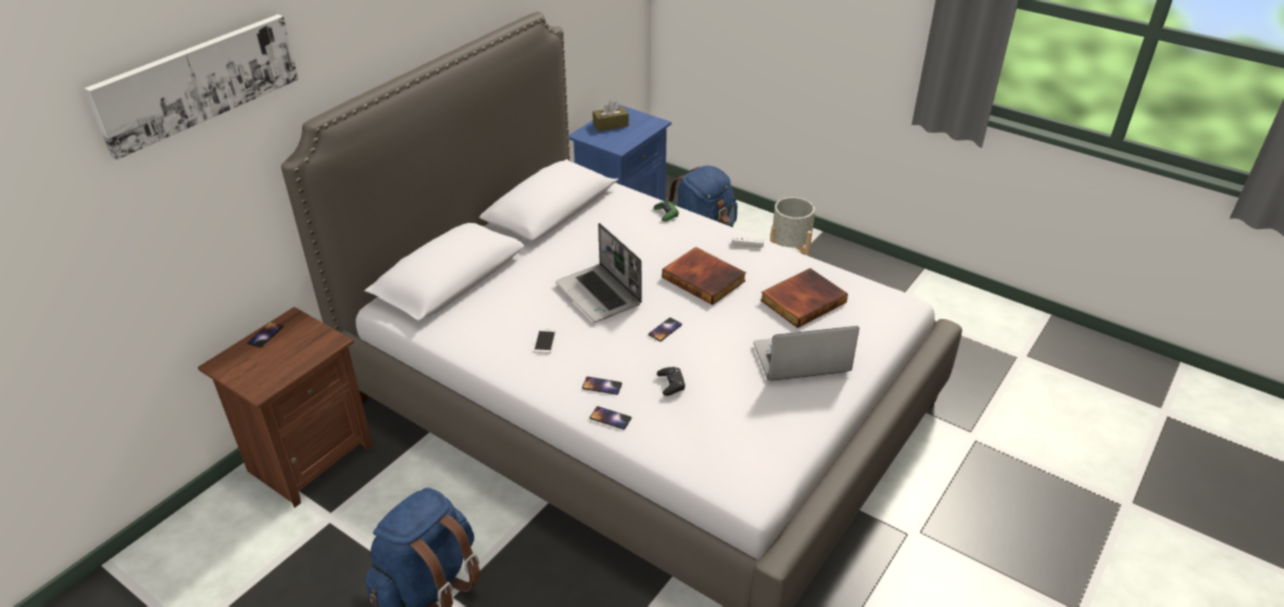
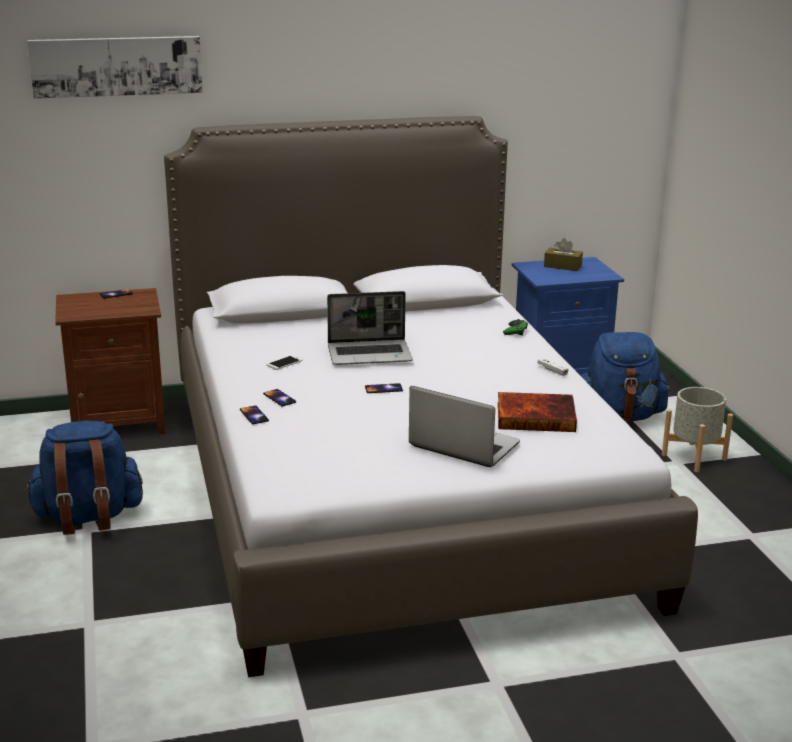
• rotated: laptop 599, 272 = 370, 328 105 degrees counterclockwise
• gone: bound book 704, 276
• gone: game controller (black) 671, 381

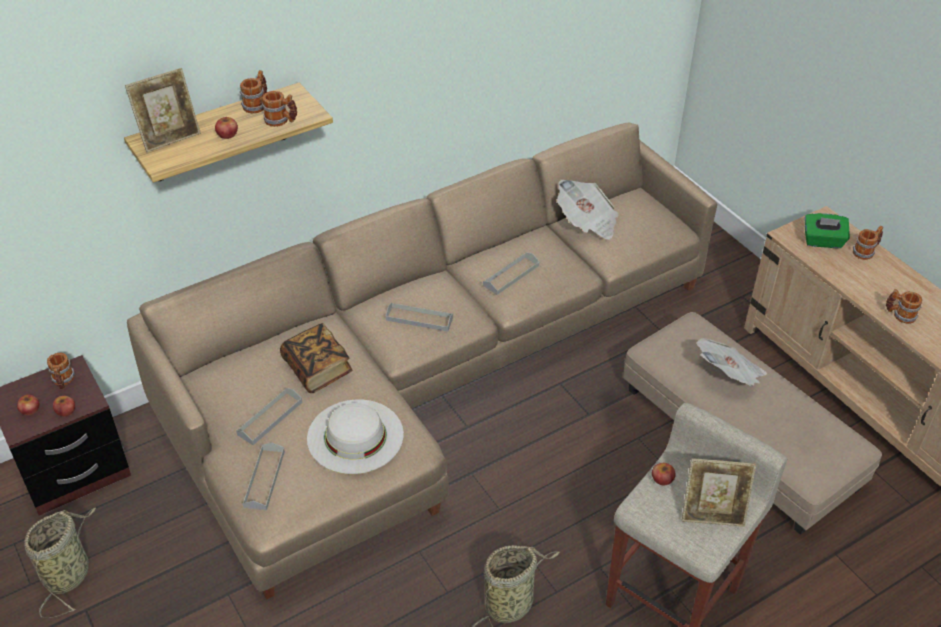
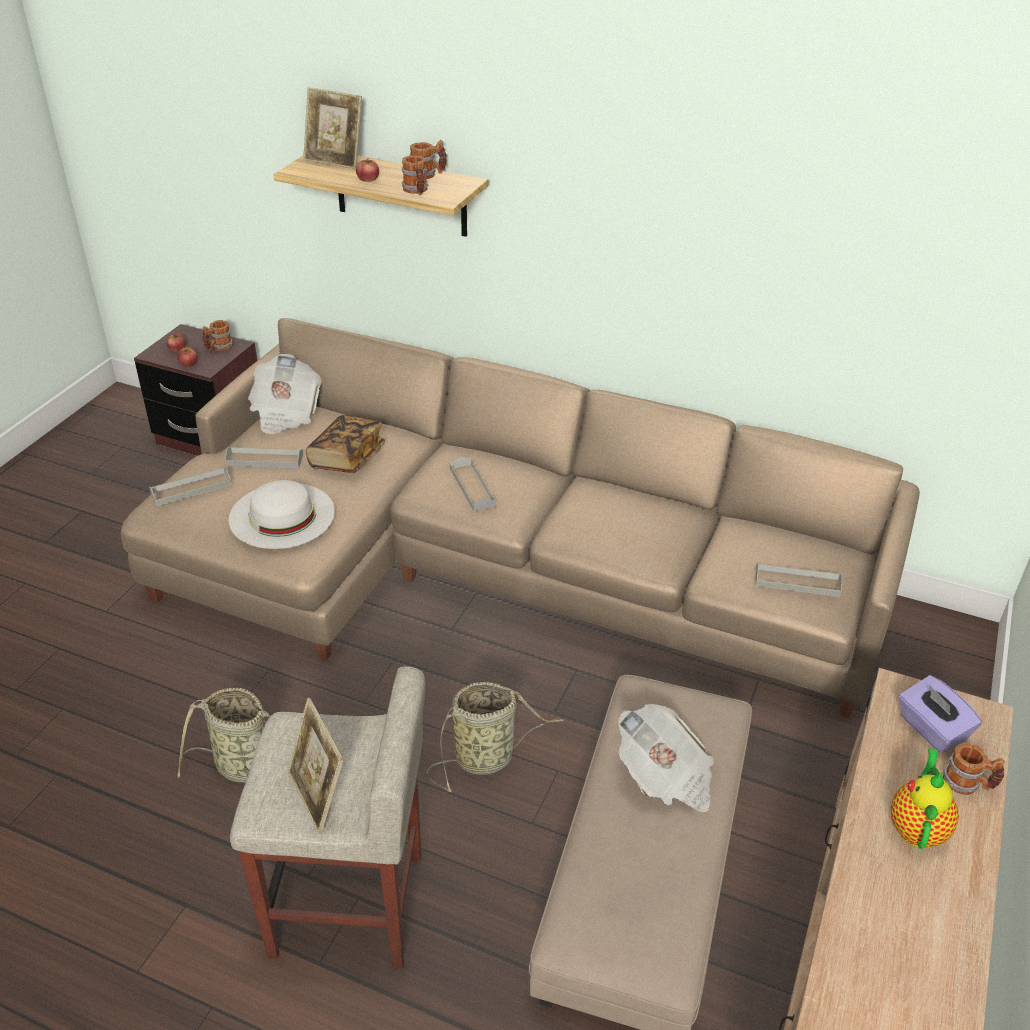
• shifted: newspaper 588, 210 to 285, 394
• repainted: tissue holder (green-coloured) 827, 230 to tissue holder (purple) 940, 714
• shifted: carrying tray (gray) 511, 273 to 798, 580
• gone: mug 904, 306
• gone: apple 664, 474
• shifted: household basket 60, 562 to 495, 737
• new: tea pot 925, 799

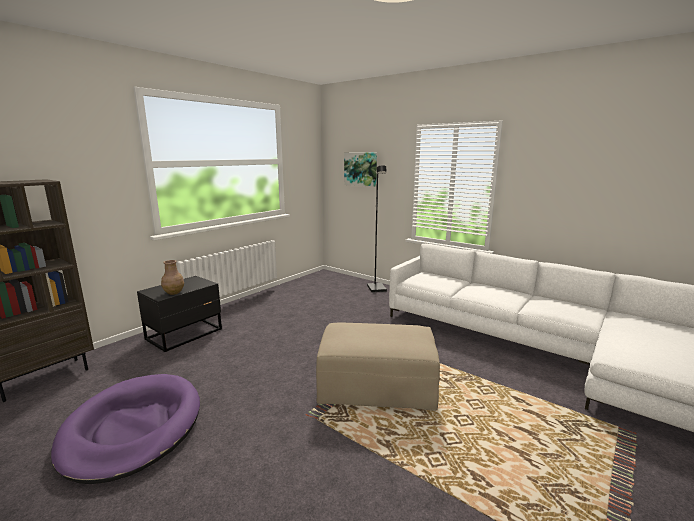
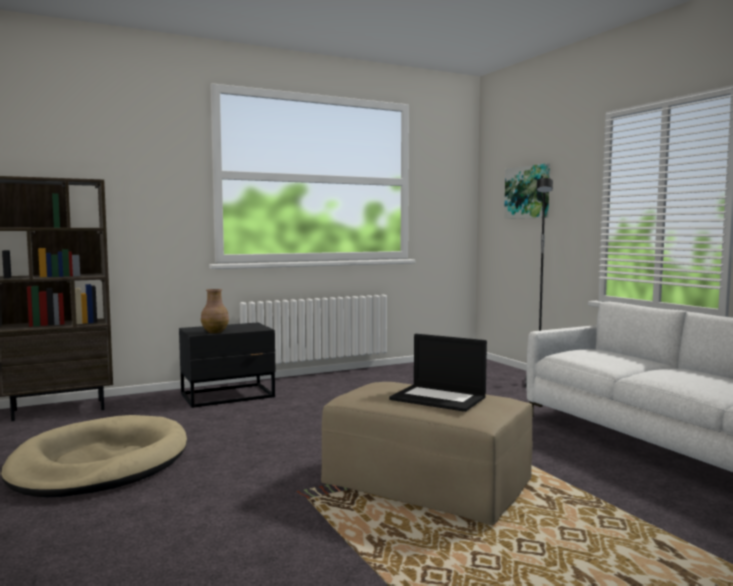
• repainted: dog cushion (purple) 125, 429 to dog cushion (beige-coloured) 94, 456
• new: laptop 438, 373

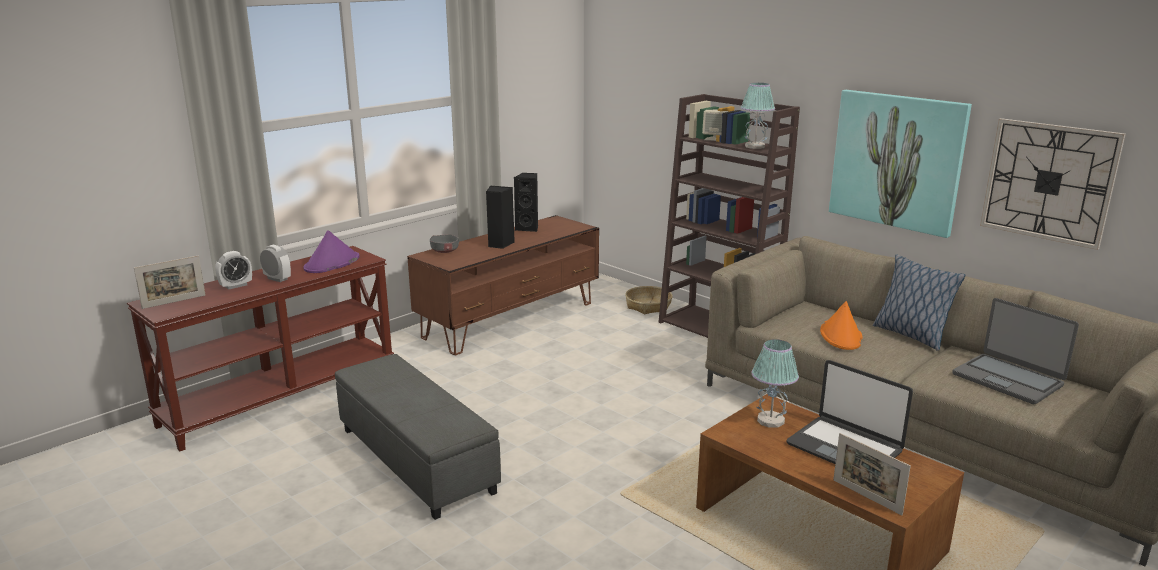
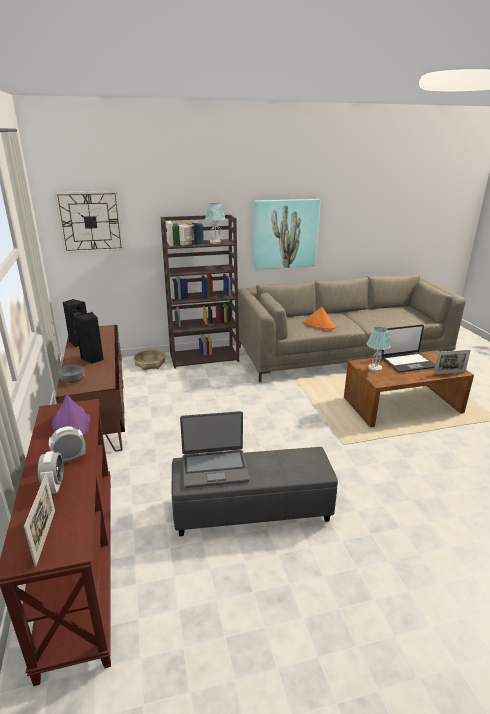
• shifted: clock on the wall 1053, 184 to 89, 222
• gone: cushion 919, 302
• shifted: laptop 1015, 351 to 215, 449

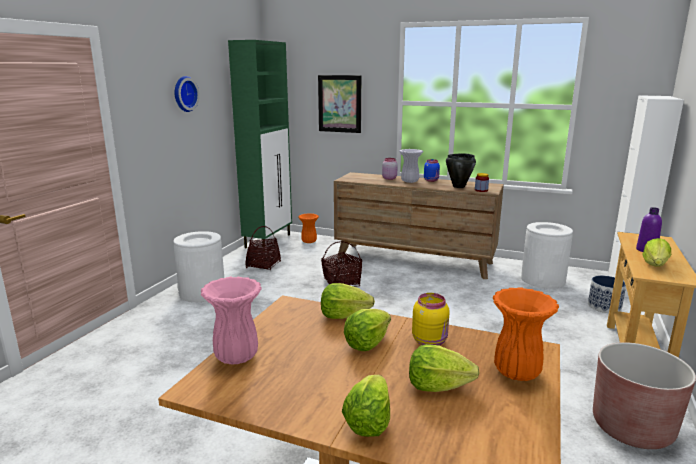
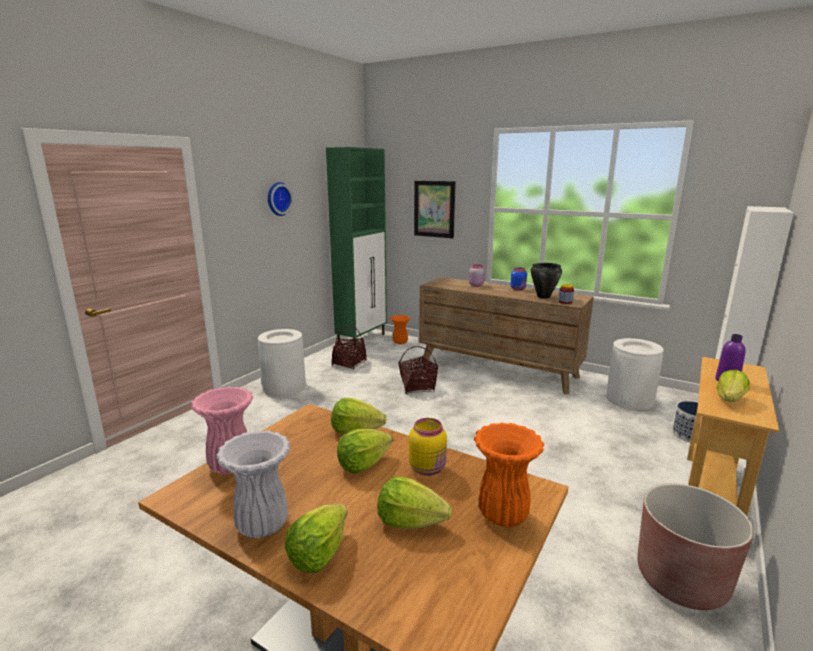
• shifted: flower vase (white) 411, 166 to 253, 484

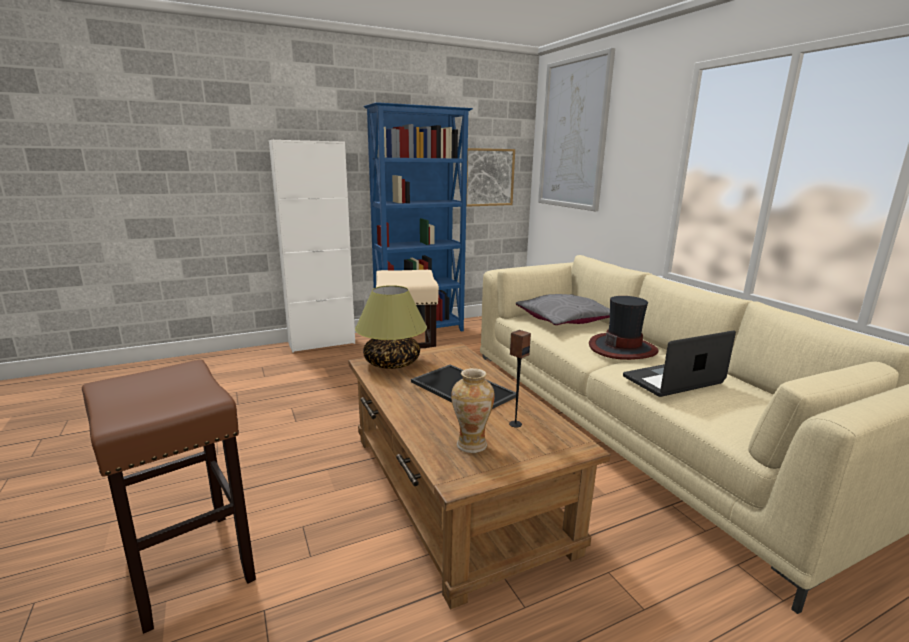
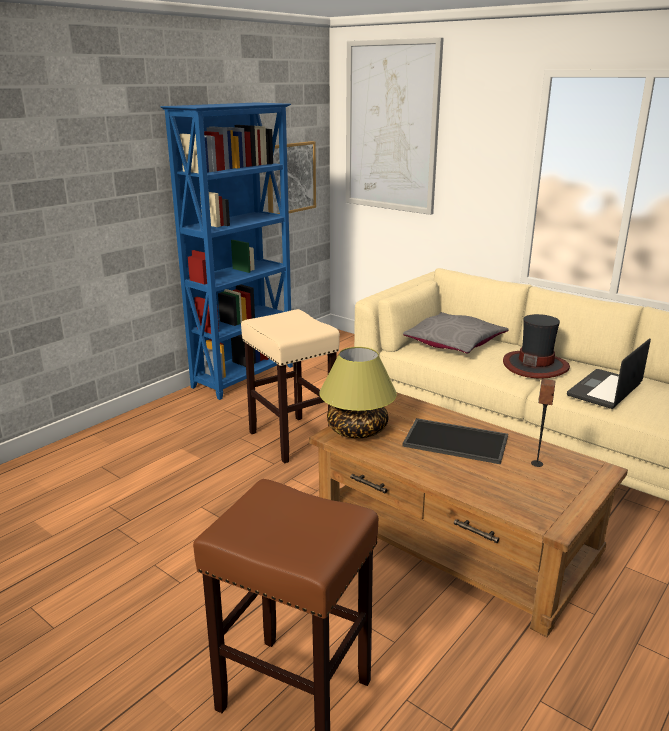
• gone: cabinet (white) 312, 246
• gone: flower vase 473, 410

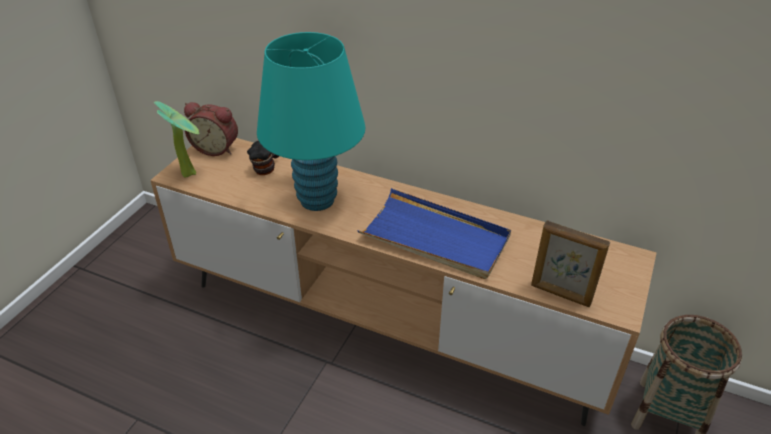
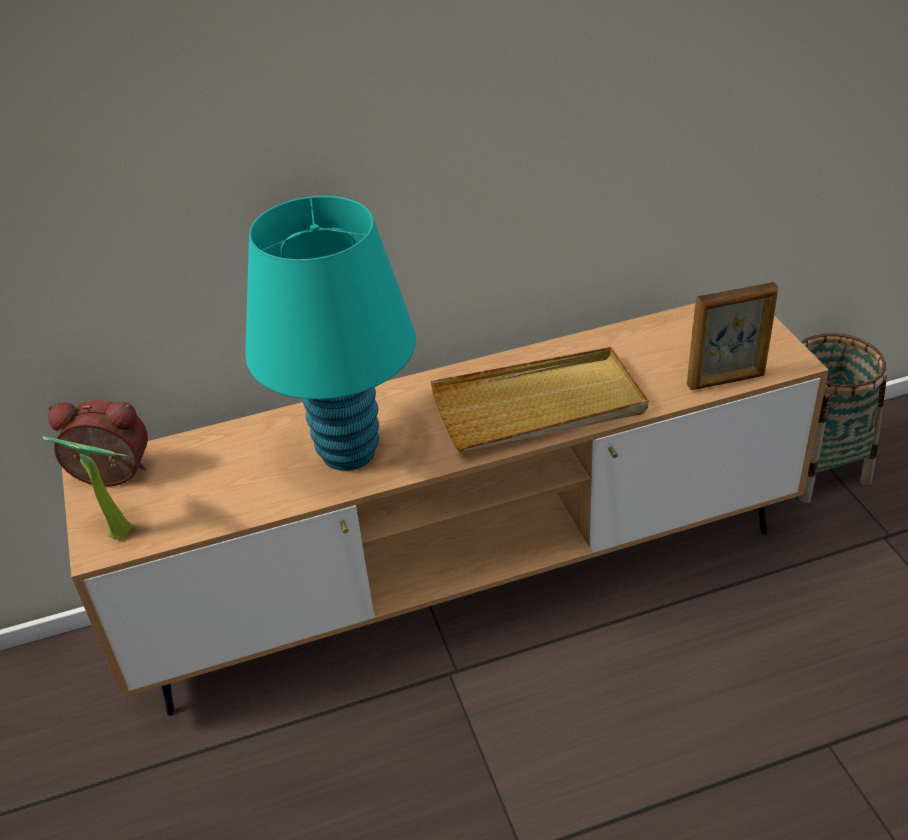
• rotated: alarm clock 211, 129 = 98, 443 150 degrees counterclockwise
• gone: mug 263, 158
• repainted: carrying tray (blue-coloured) 434, 233 to carrying tray (beige-coloured) 539, 399

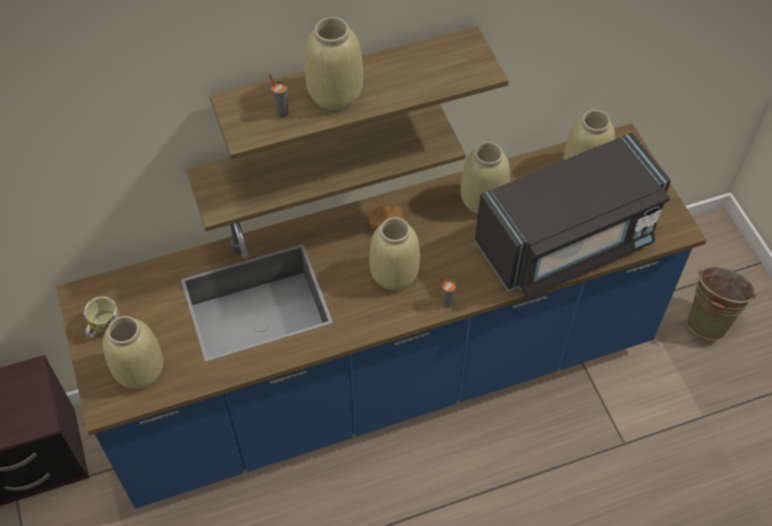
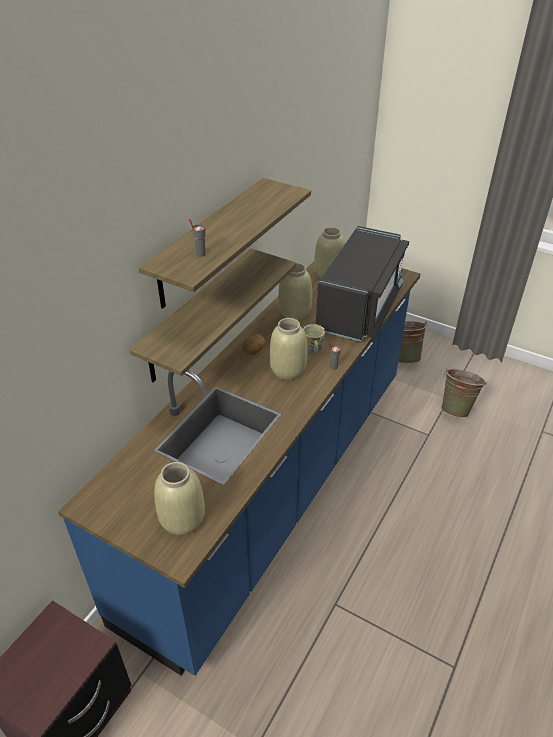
• gone: flower vase (beige-coloured) 334, 63
• shifted: mug 101, 317 to 314, 338
• new: water bucket (green-coloured) 464, 393

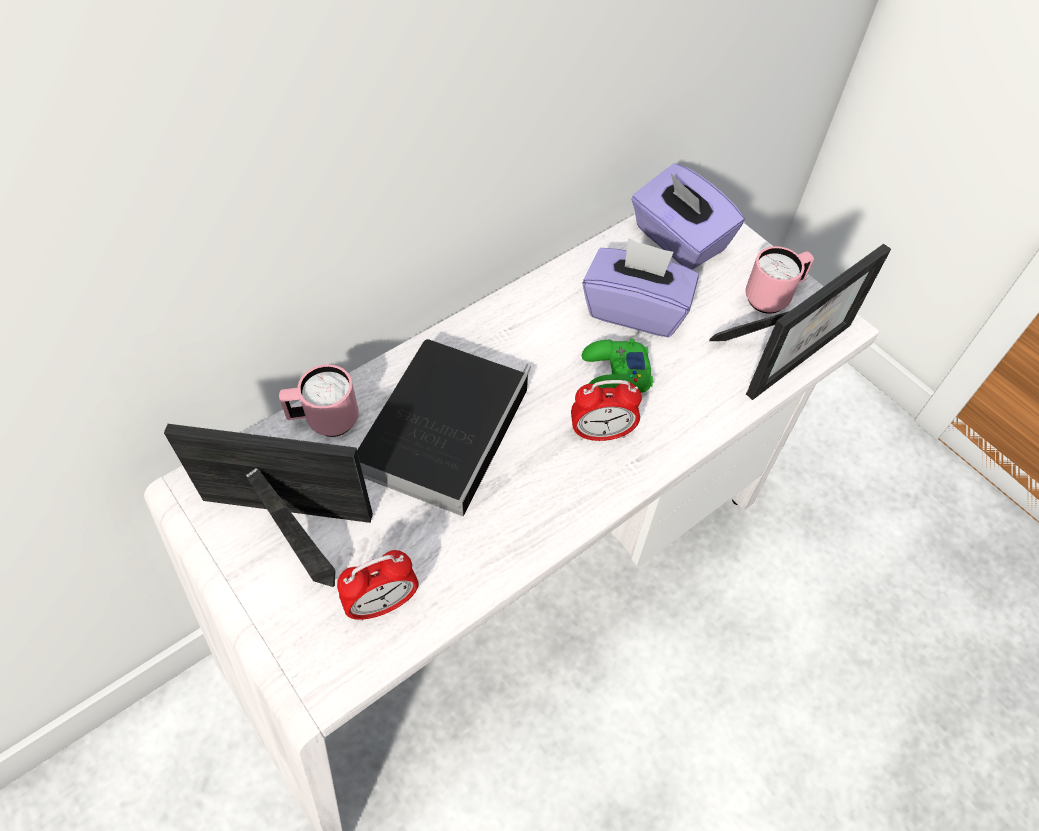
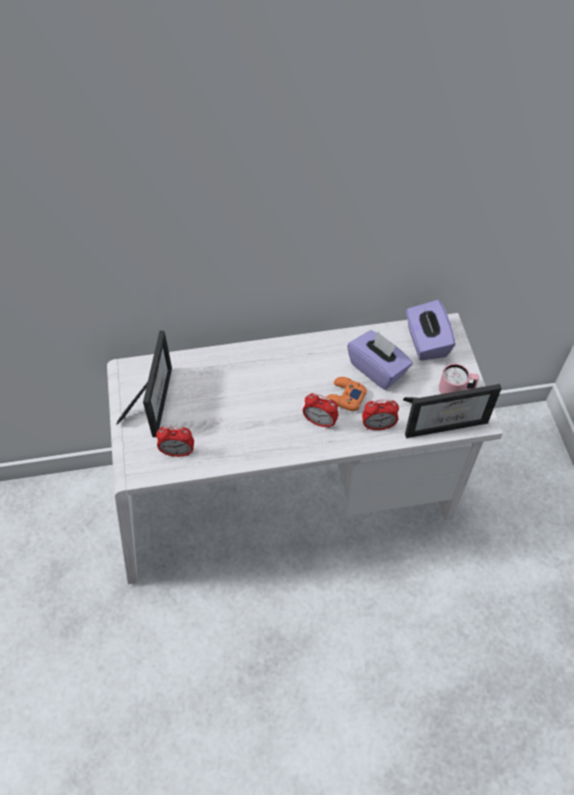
• repainted: game controller (green-coloured) 617, 365 to game controller (orange) 346, 394
• gone: bound book 444, 427
• gone: mug (pink-coloured) 318, 400
• rotated: picture frame 268, 505 = 144, 384 60 degrees clockwise
• new: alarm clock 380, 414

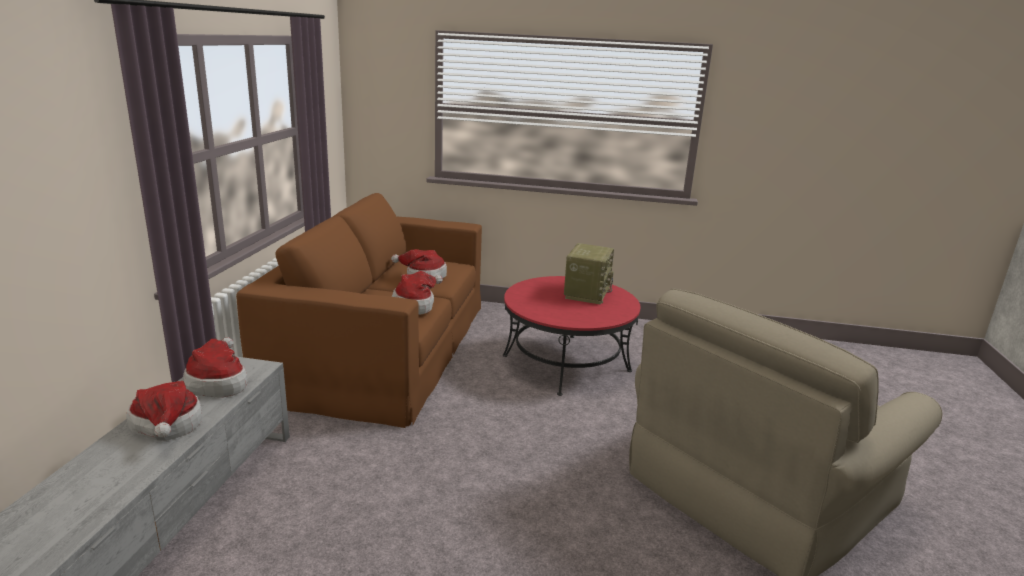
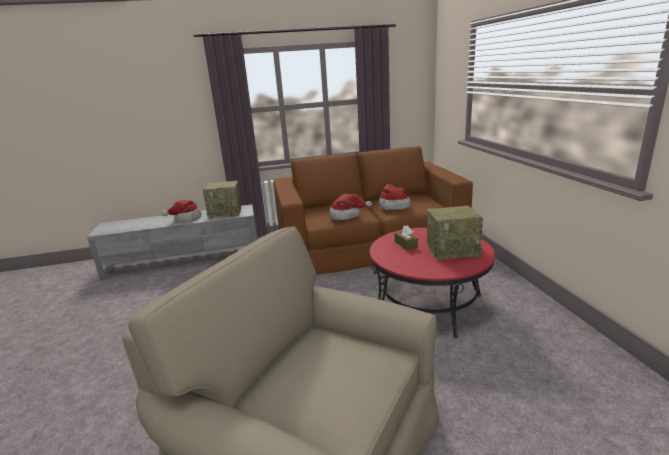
• swapped: clothing hat 215, 367 to radio 222, 199
• new: tissue holder (brown) 406, 238

